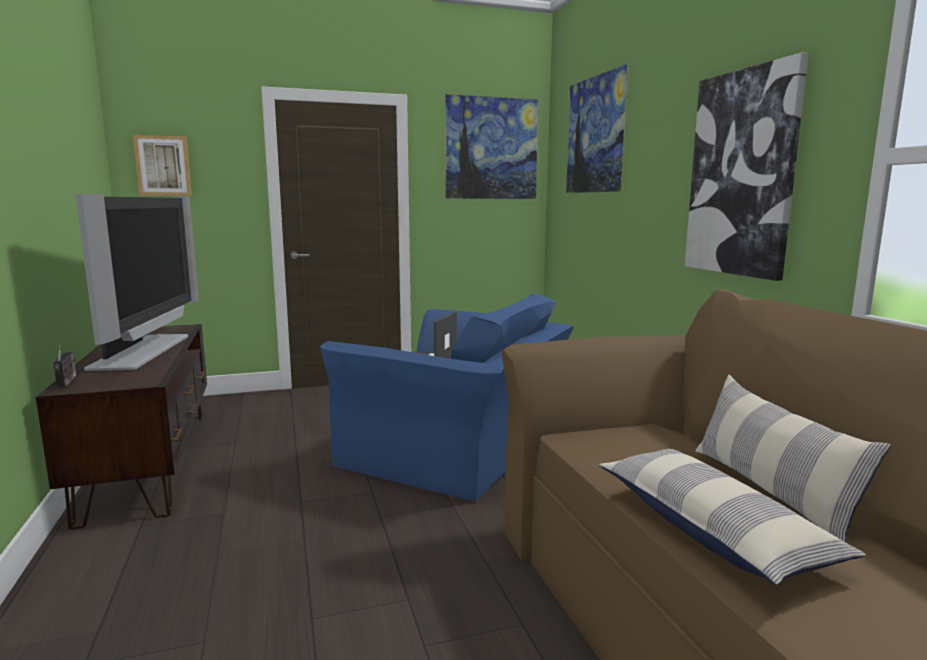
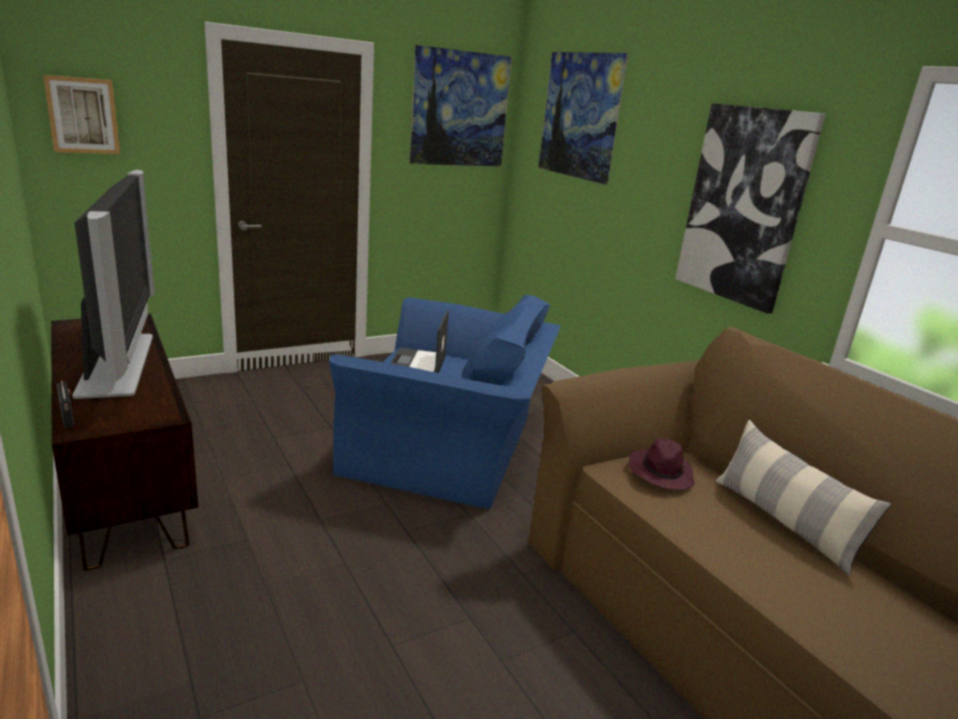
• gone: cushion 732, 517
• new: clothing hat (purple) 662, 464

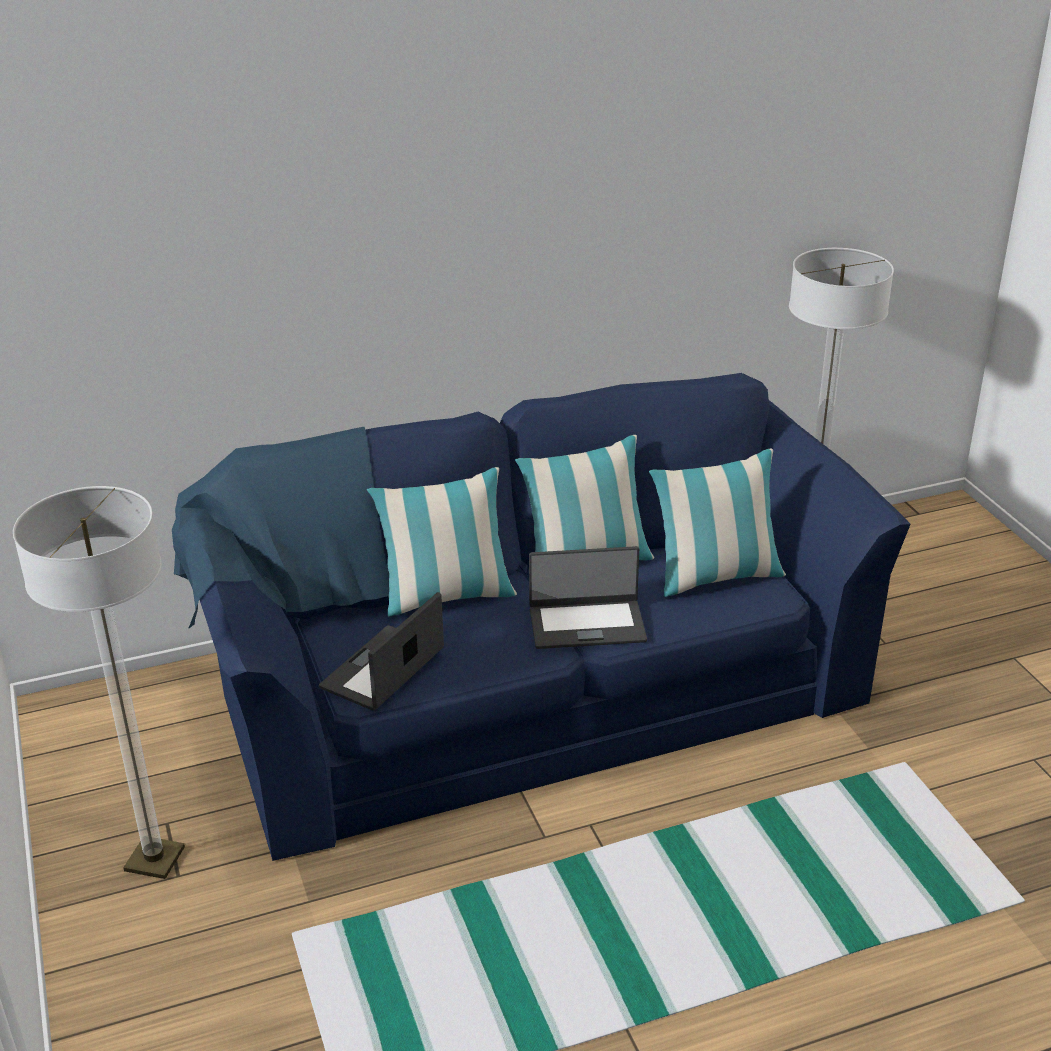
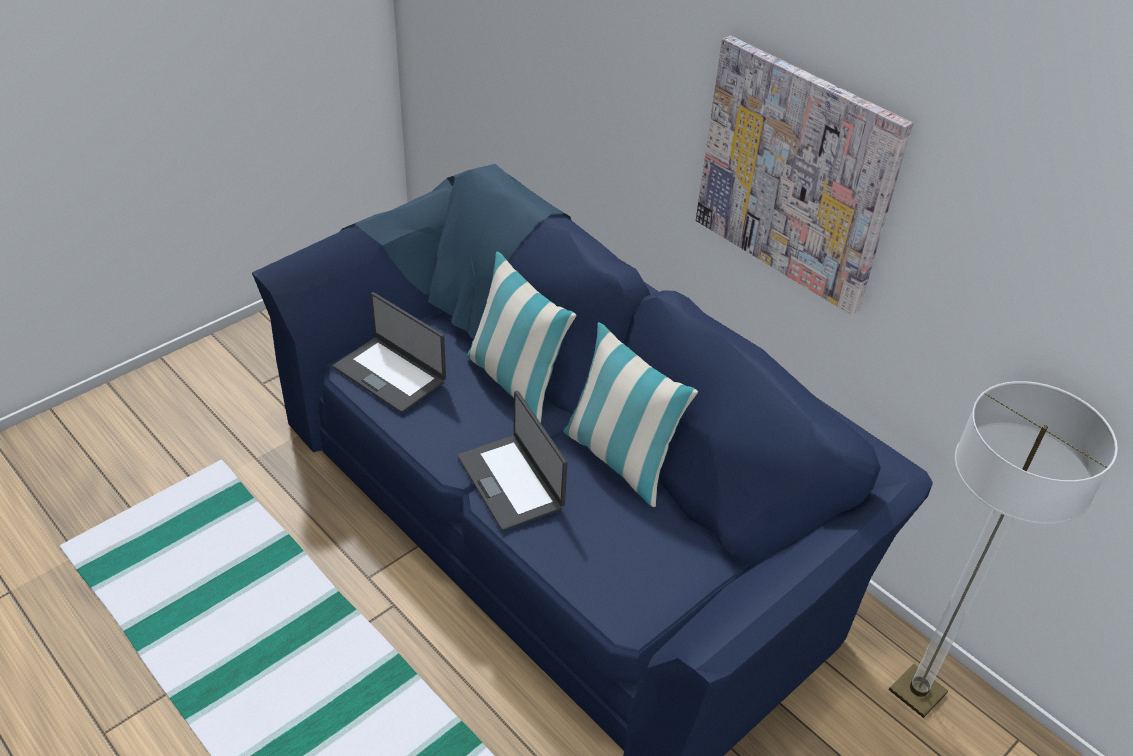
• gone: cushion 717, 523
• gone: standing lamp 99, 682
• rotated: laptop 381, 651 = 389, 352 150 degrees counterclockwise
• new: wall picture 804, 175

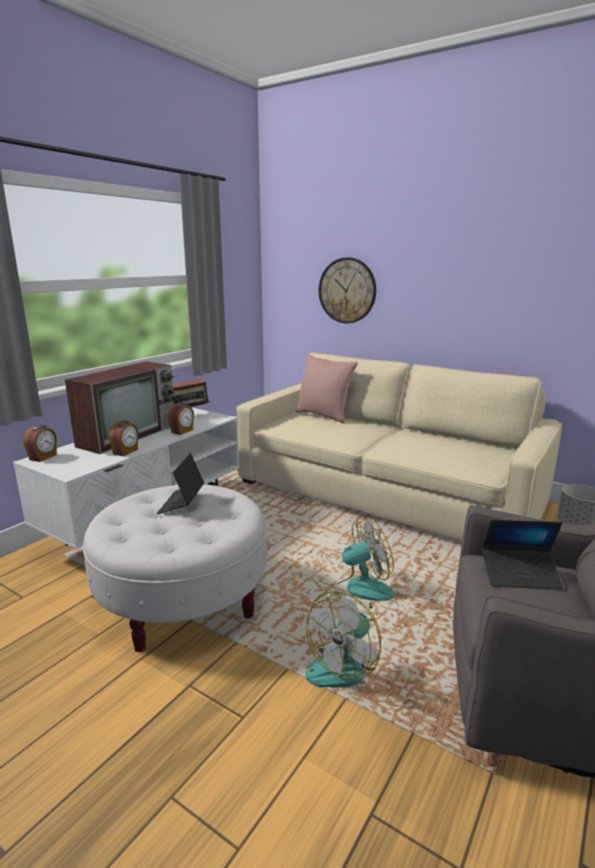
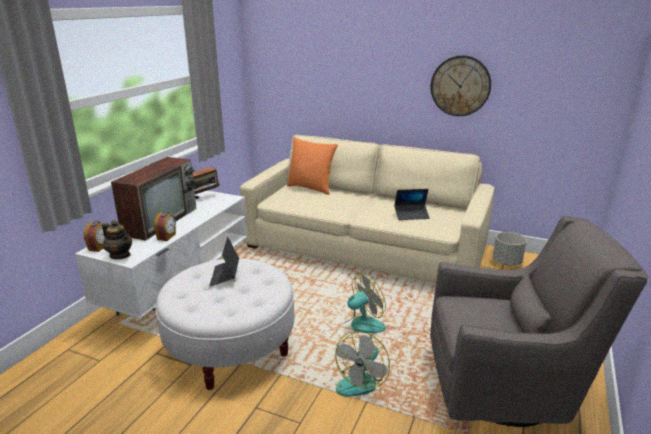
• shifted: clock on the wall 347, 290 to 460, 85
• repainted: cushion (pink-coloured) 327, 388 to cushion (orange) 312, 166
• gone: alarm clock 181, 419
• shifted: laptop 523, 555 to 412, 204
• new: tea pot 117, 239

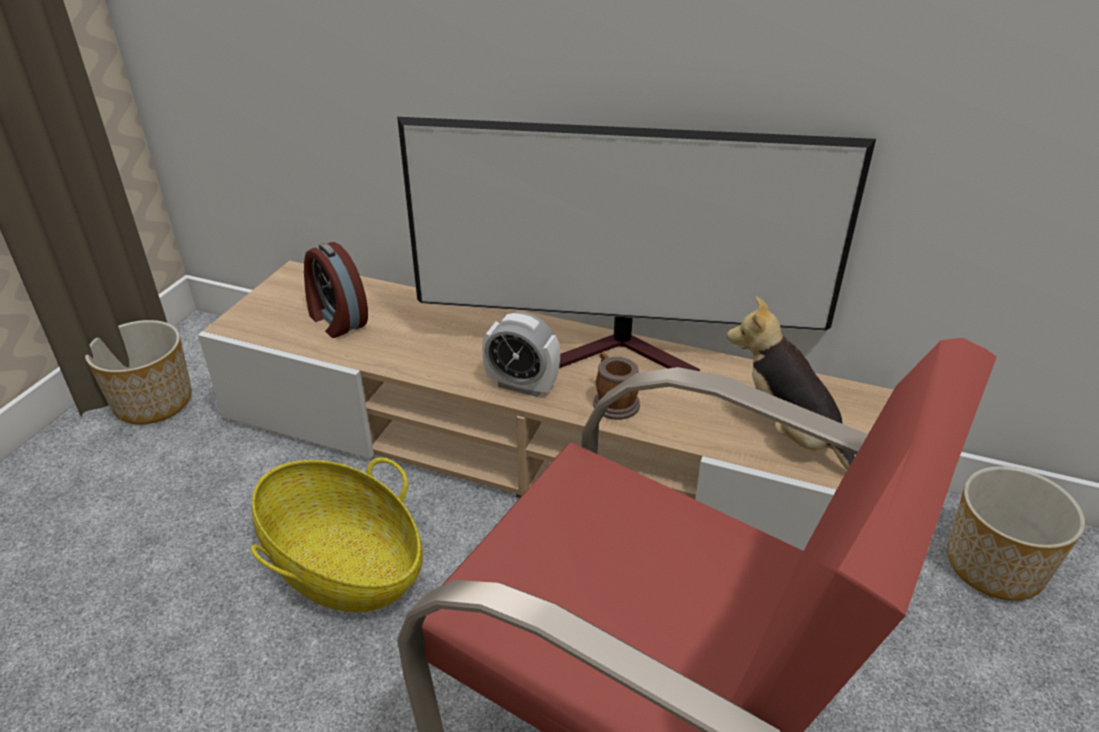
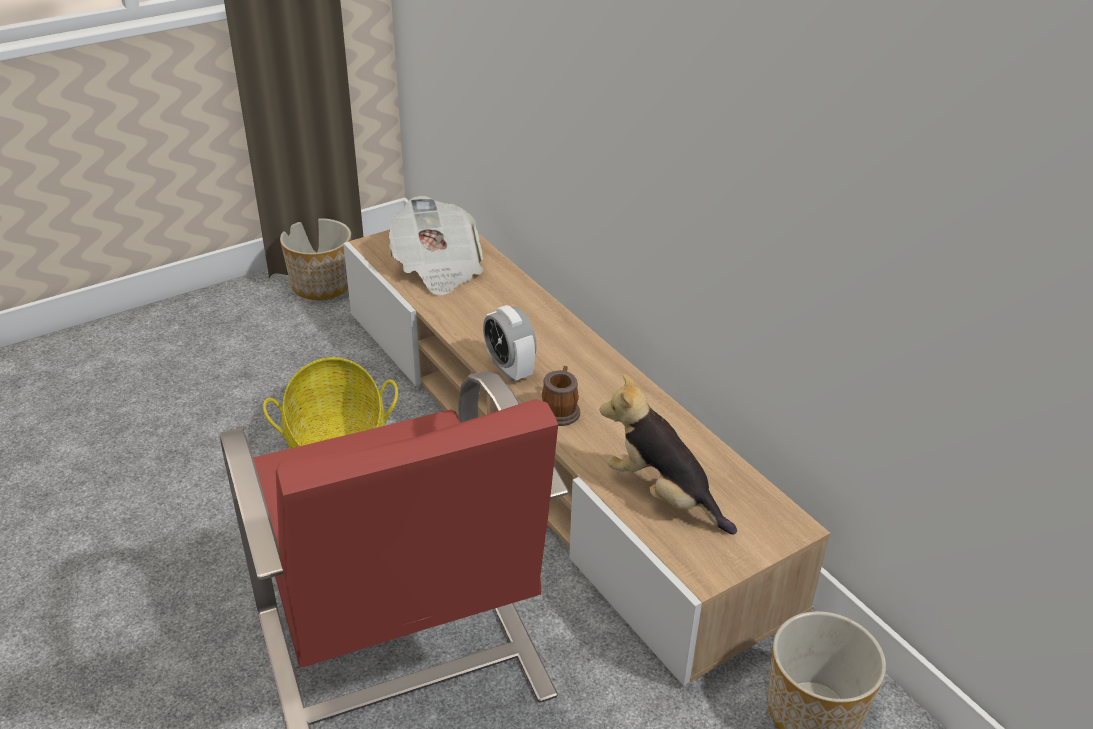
• gone: TV 636, 244
• swapped: alarm clock 336, 290 to newspaper 436, 246
• rotated: soft toy 791, 383 = 668, 454 45 degrees counterclockwise

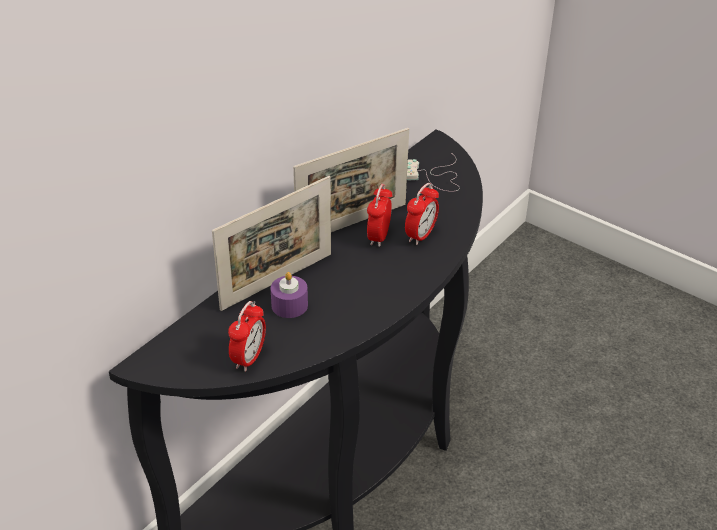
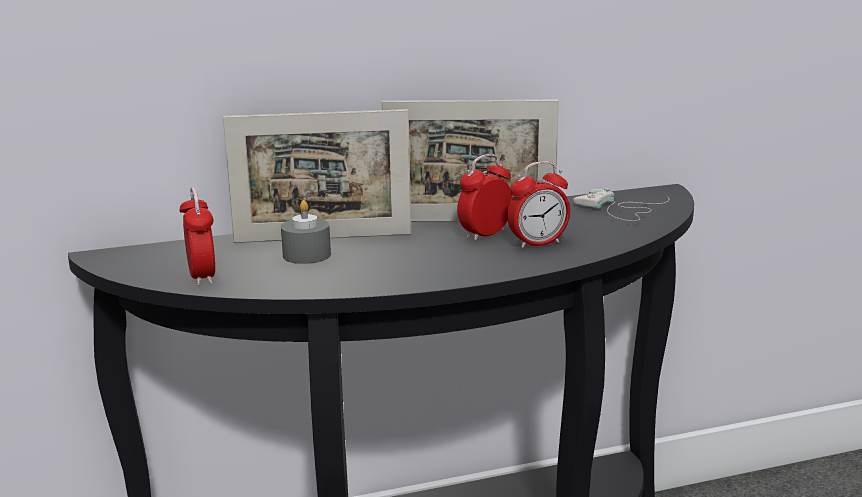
• repainted: wax candle (purple) 289, 295 to wax candle (gray) 306, 232
• rotated: alarm clock 247, 336 = 197, 237 75 degrees counterclockwise

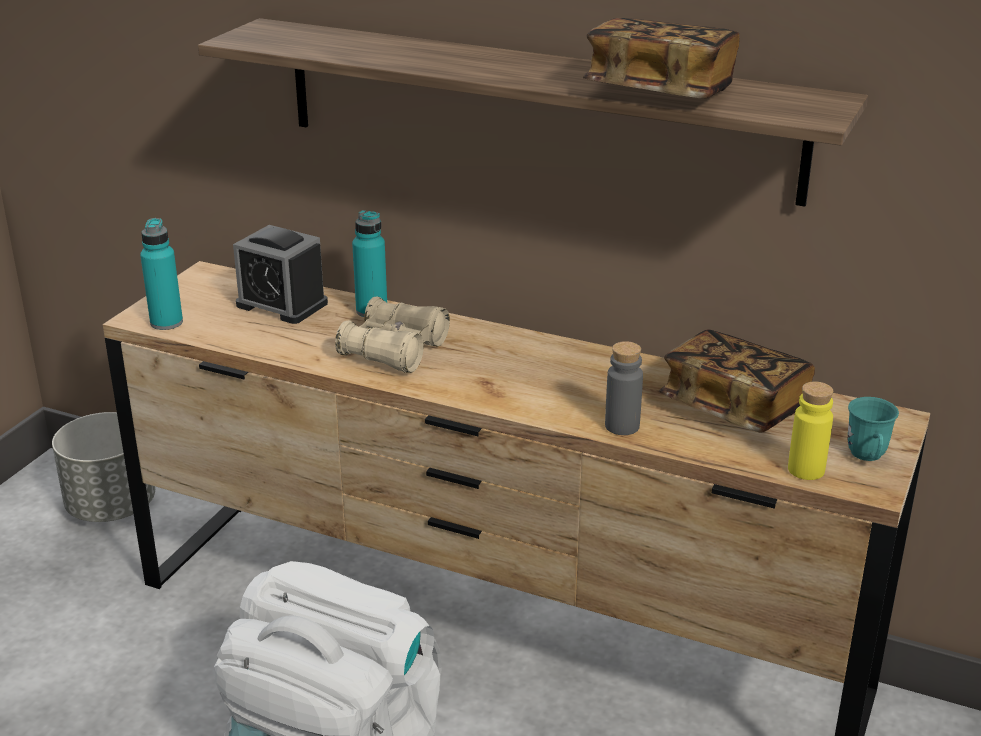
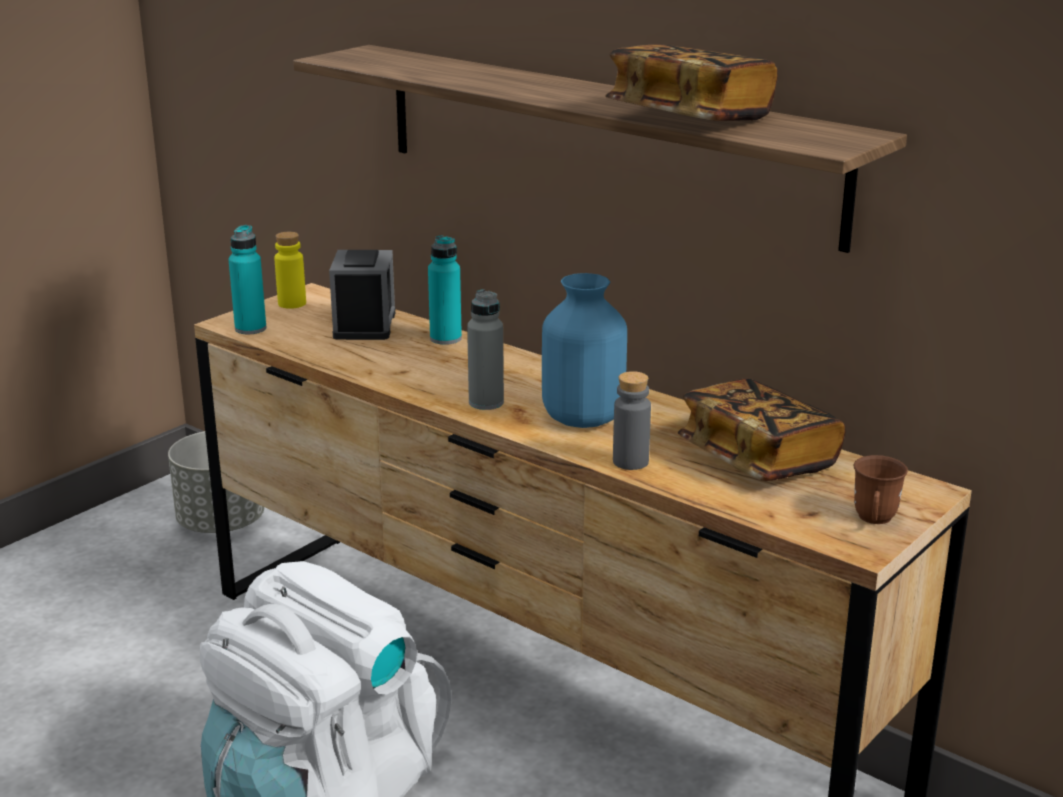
• rotated: alarm clock 280, 274 = 362, 295 135 degrees counterclockwise
• gone: field glasses (beige-coloured) 392, 335
• shifted: bottle (yellow) 810, 431 to 290, 270
• repainted: mug (turquoise-coloured) 873, 429 to mug (brown) 881, 489
• new: flower vase (blue-coloured) 584, 350
• new: bottle (gray) 485, 349

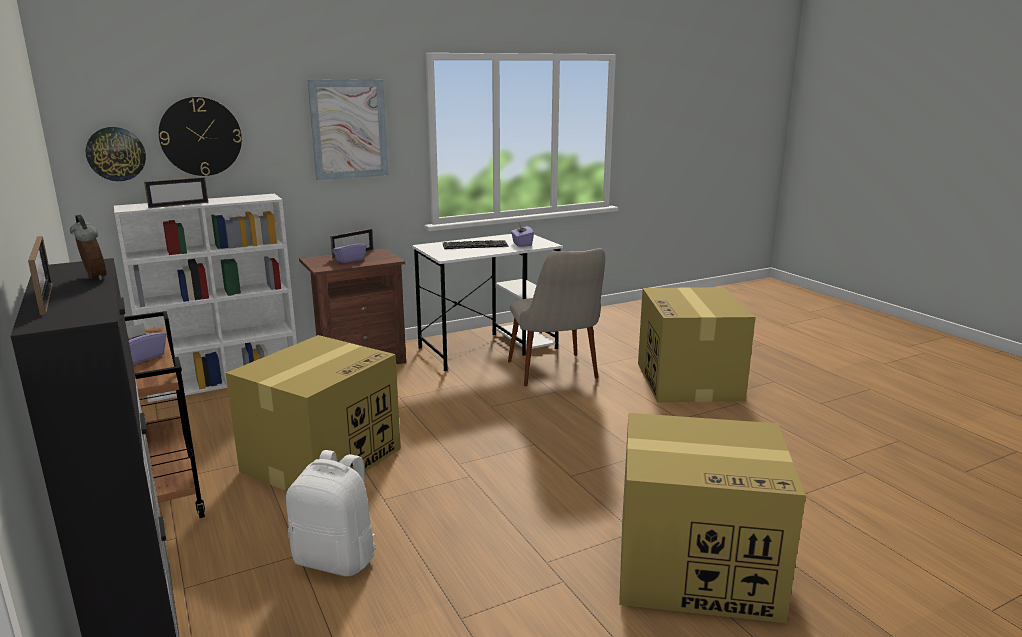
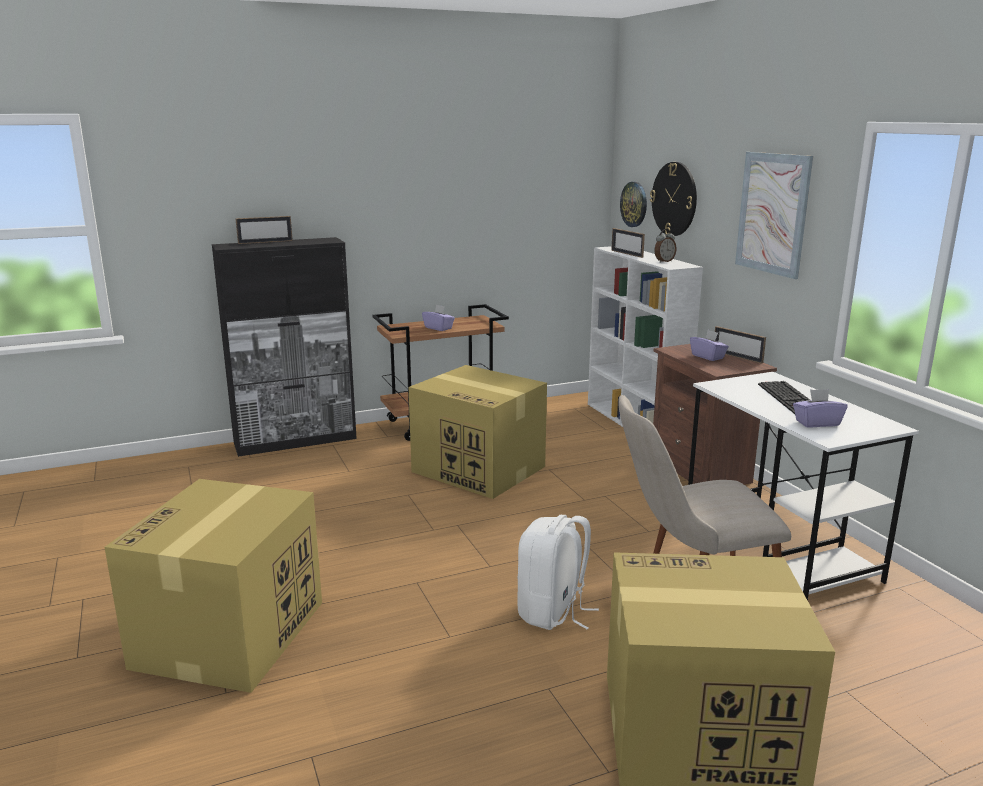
• shifted: alarm clock 88, 248 to 665, 245
• shifted: knapsack (white) 331, 513 to 558, 572

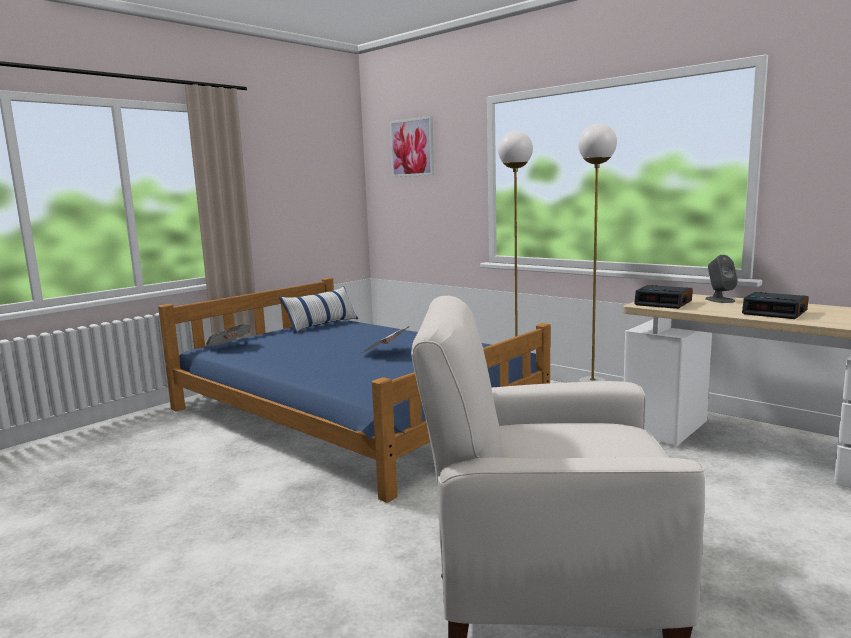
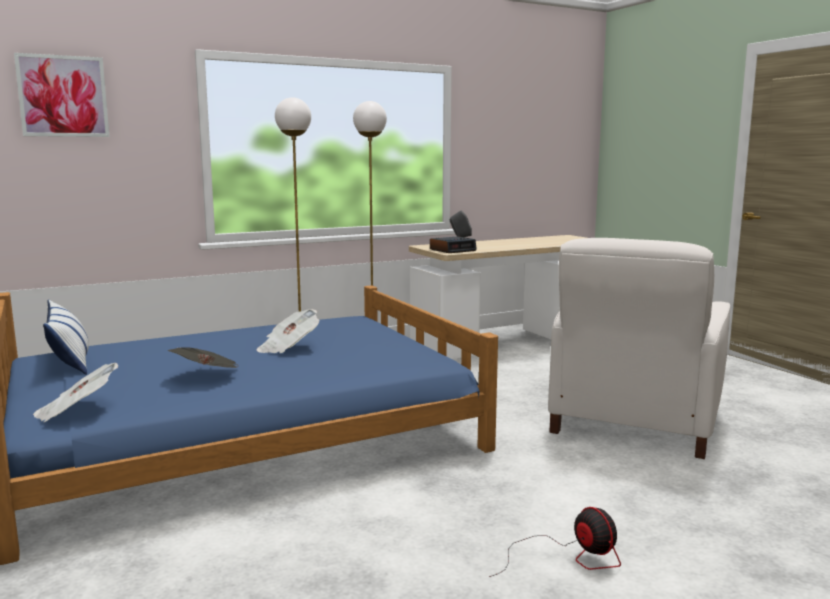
• gone: alarm clock 775, 305
• new: newspaper 202, 357
• new: fan 555, 542

